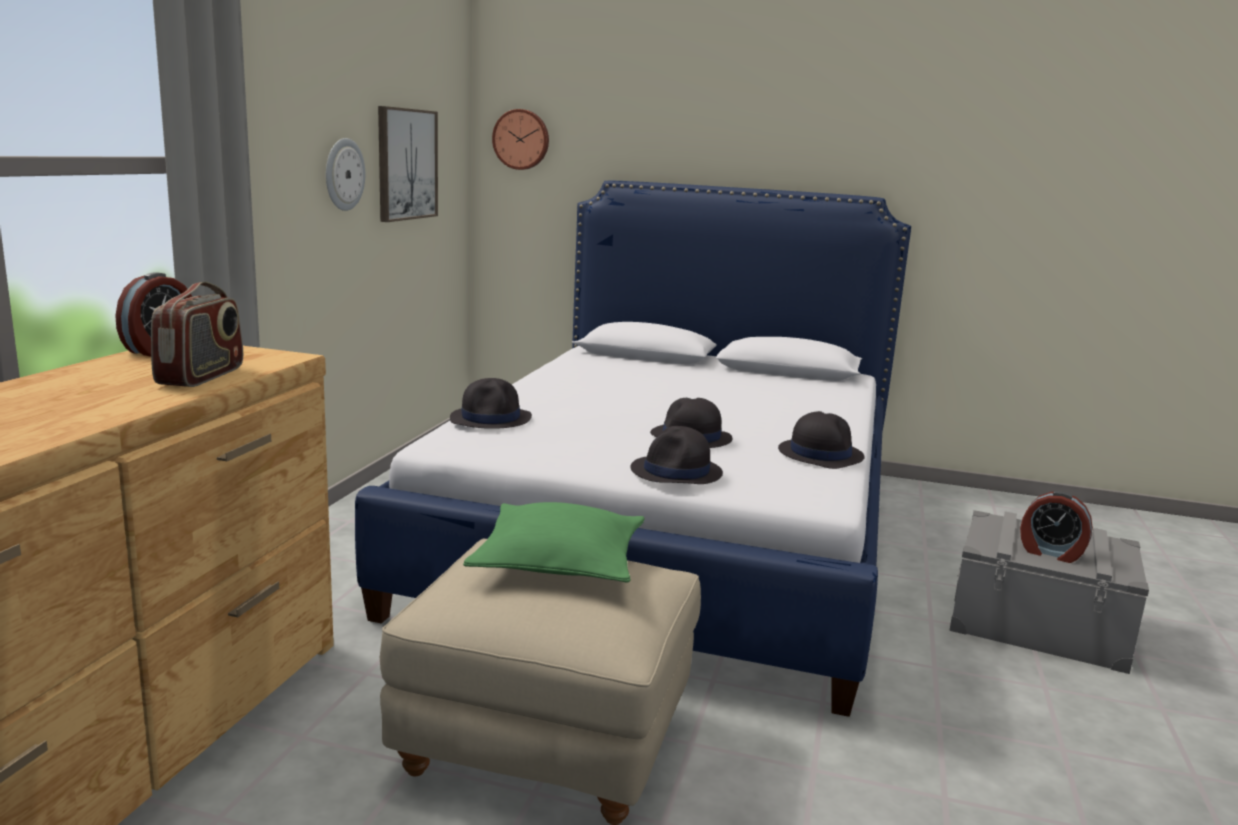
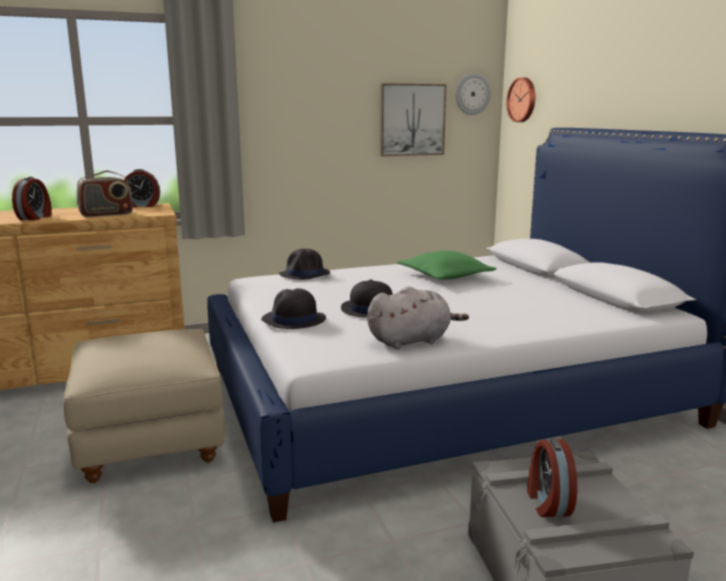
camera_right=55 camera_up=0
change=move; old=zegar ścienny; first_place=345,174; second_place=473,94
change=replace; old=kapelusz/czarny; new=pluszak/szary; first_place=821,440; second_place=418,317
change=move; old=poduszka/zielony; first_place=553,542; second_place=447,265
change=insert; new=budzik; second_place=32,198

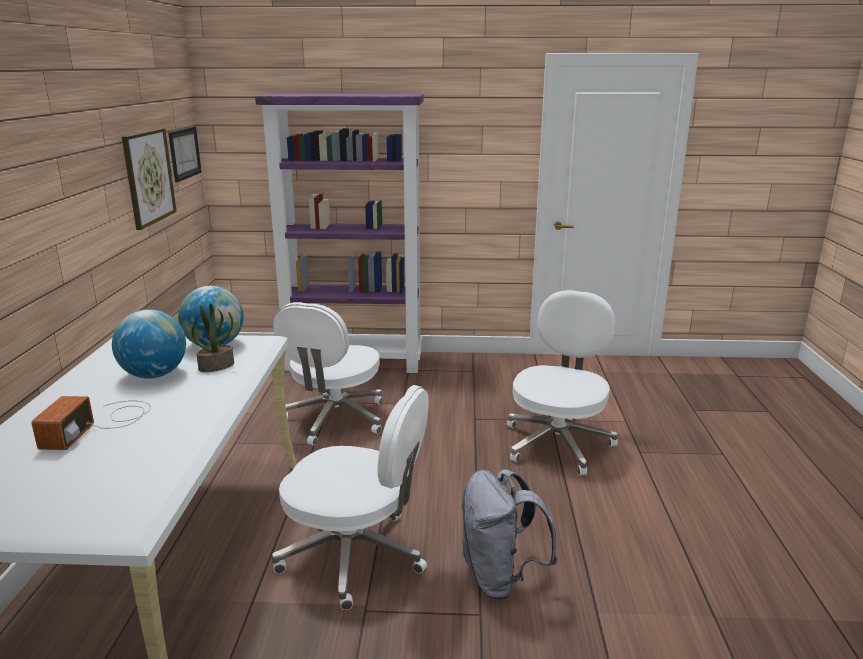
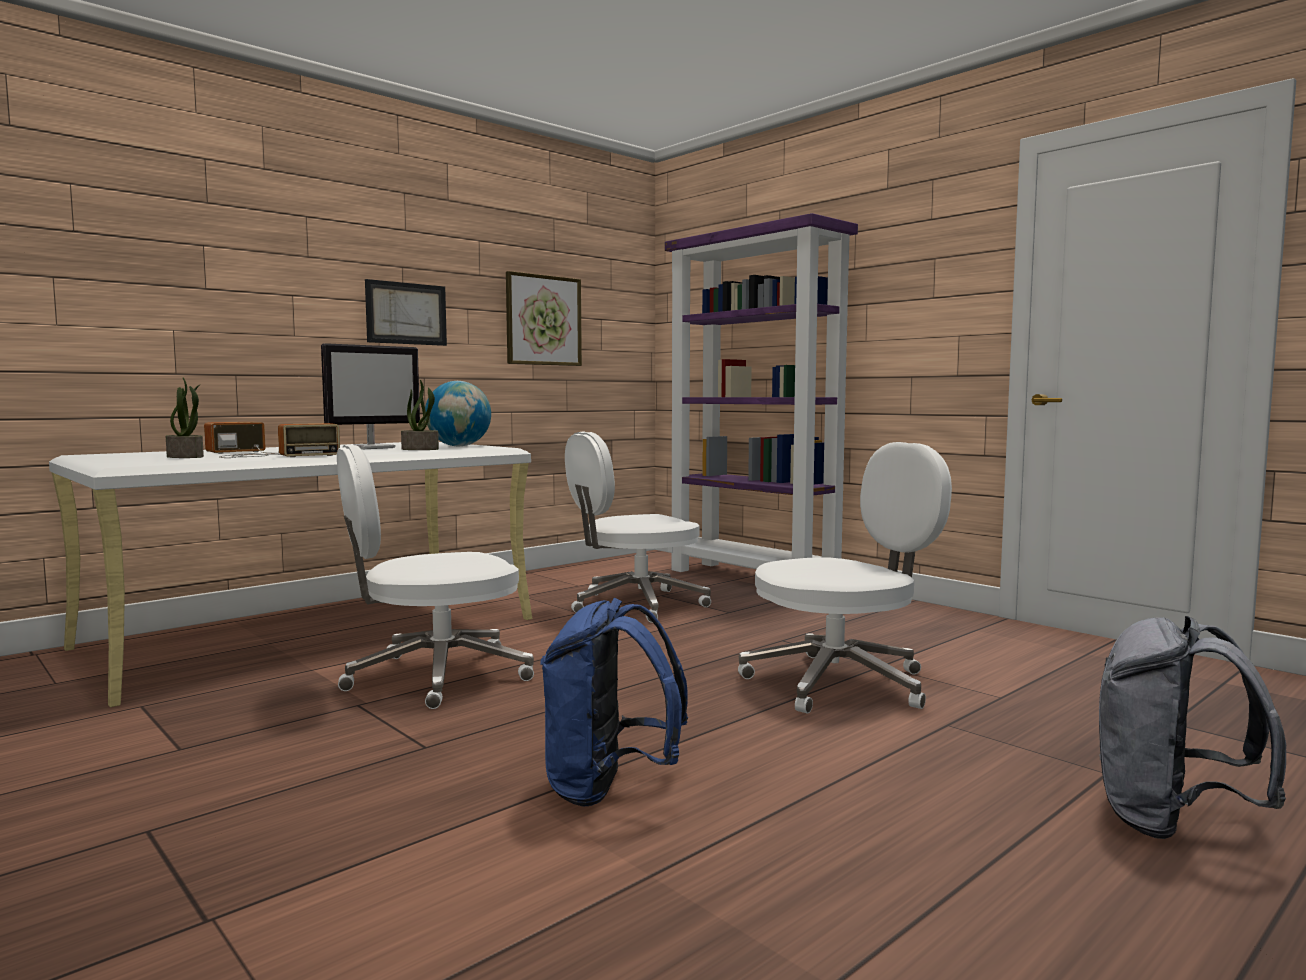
camera_right=45 camera_up=-15
change=move; old=obraz; first_place=185,155; second_place=406,312
change=replace; old=globus; new=monitor; first_place=149,344; second_place=370,396
change=rotate; old=krzesło biurowe/biały; first_place=350,497; second_place=435,576; degrees=90
change=move; old=plecak/szary; first_place=509,534; second_place=1192,727
change=insert; new=roślina doniczkowa; second_place=185,418
change=insert; new=radio; second_place=279,440
change=insert; new=plecak/niebieski; second_place=614,702

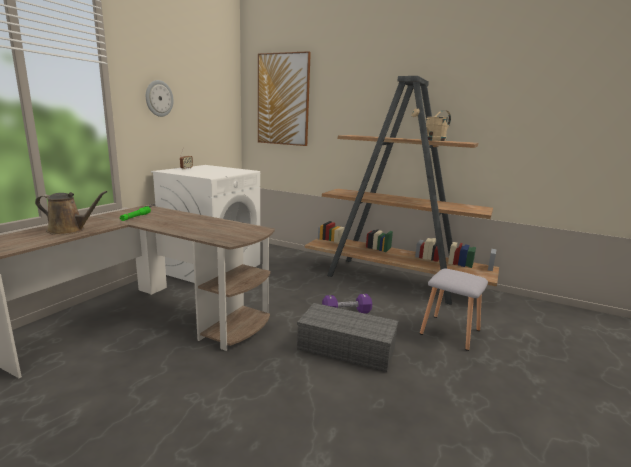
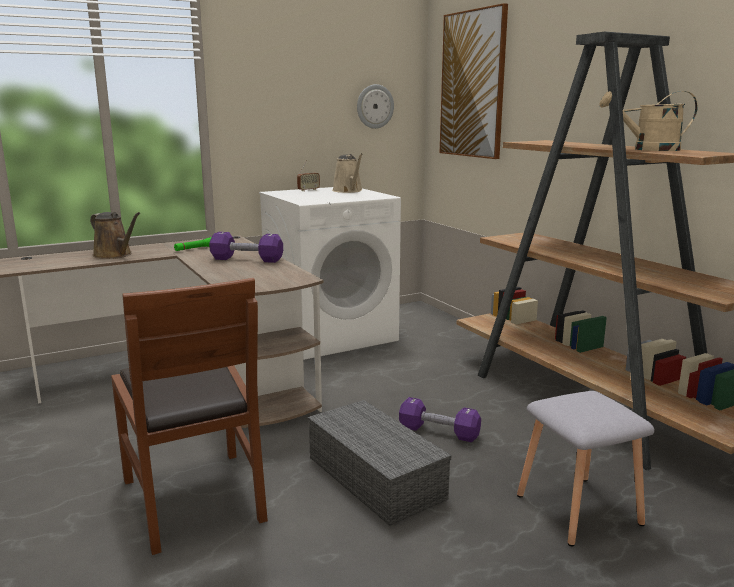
camera_right=35 camera_up=0
change=move; old=zegar ścienny; first_place=160,98; second_place=375,106
change=insert; new=konewka/beżowy; second_place=347,173
change=insert; new=hantel/fioletowy; second_place=246,247
change=insert; new=krzesło/brązowy; second_place=189,416

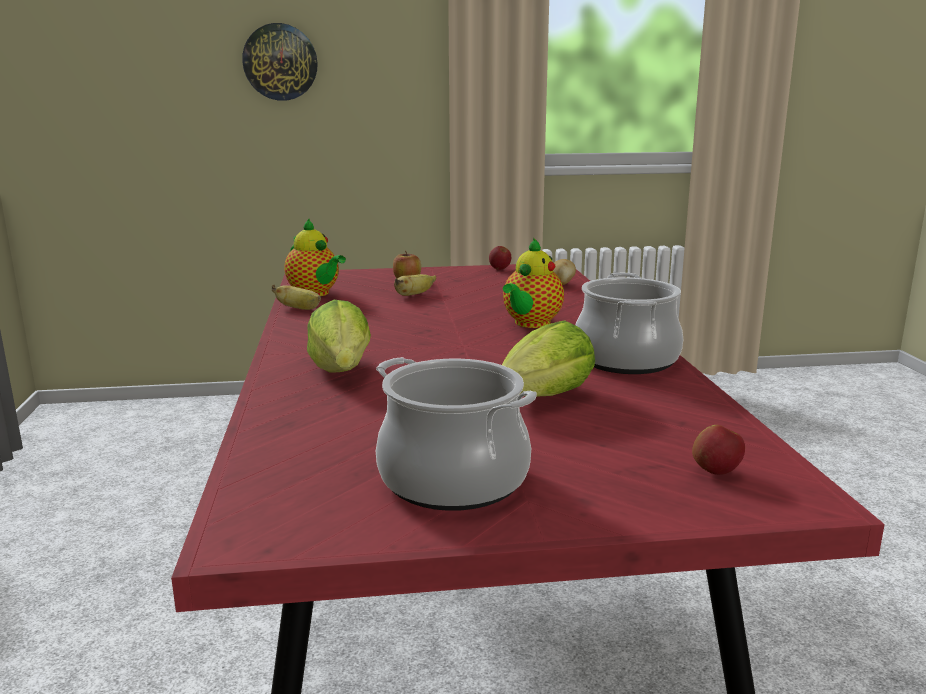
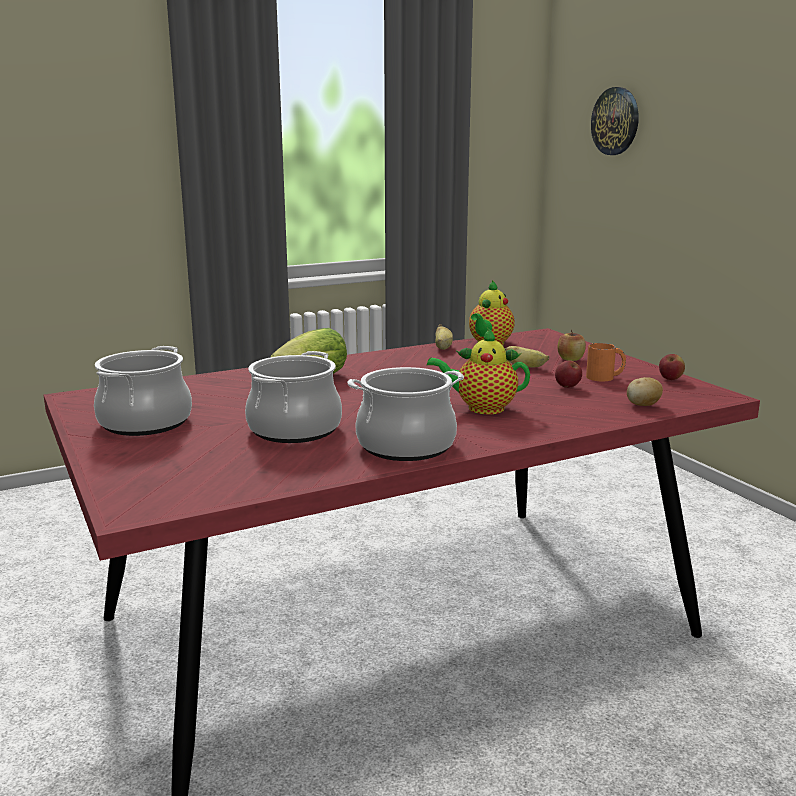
camera_right=70 camera_up=0
change=move; old=zegar ścienny; first_place=280,62; second_place=615,121
change=replace; old=sałata; new=garnek; first_place=548,358; second_place=293,397
change=move; old=jabłko; first_place=718,450; second_place=568,374
change=insert; new=kubek/pomarańczowy; second_place=606,362

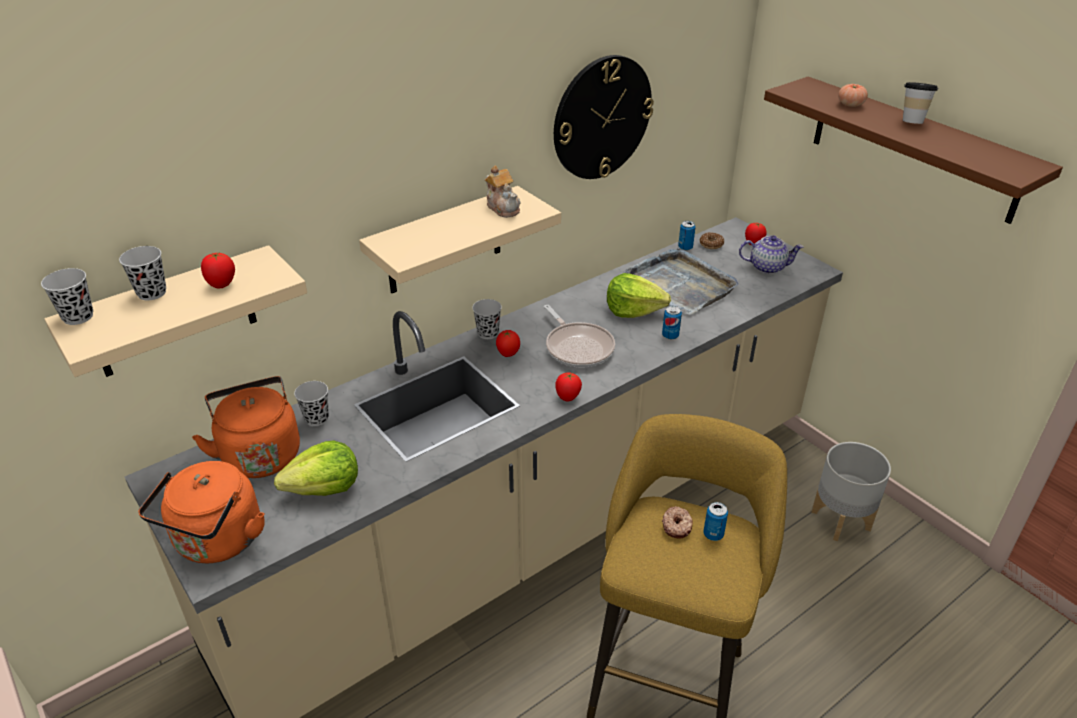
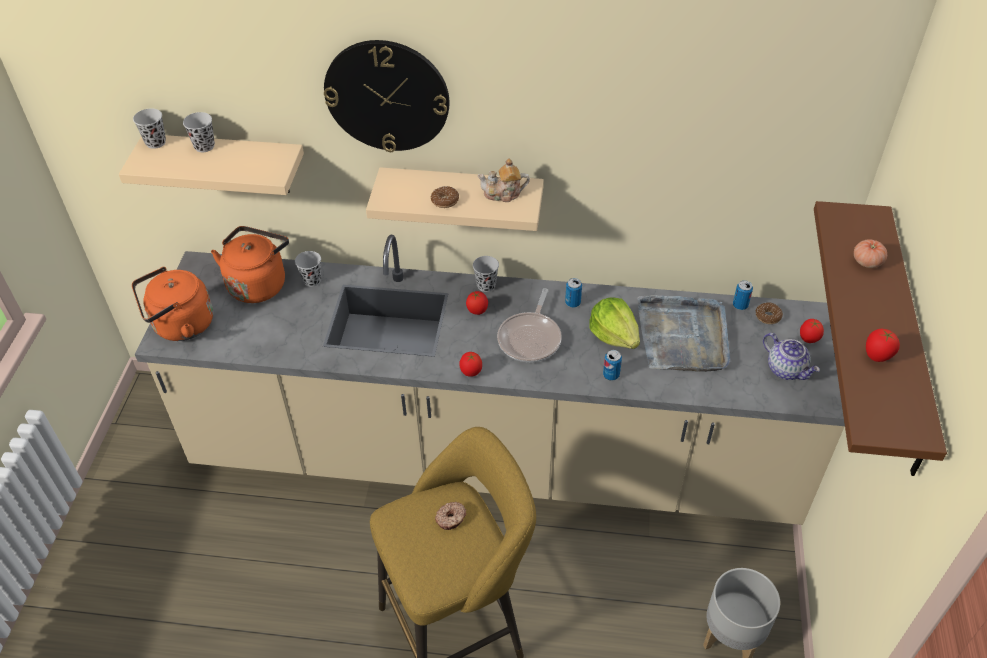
camera_right=45 camera_up=10
change=move; old=zegar ścienny; first_place=604,117; second_place=386,96
change=delete; old=filiżanka; first_place=920,103
change=rotate; old=imbryk; first_place=503,191; second_place=503,180; degrees=75
change=move; old=pomidor; first_place=218,270; second_place=883,345
change=delete; old=sałata; first_place=316,468
change=move; old=puszka; first_place=715,521; second_place=573,292
change=insert; new=donut; second_place=445,197

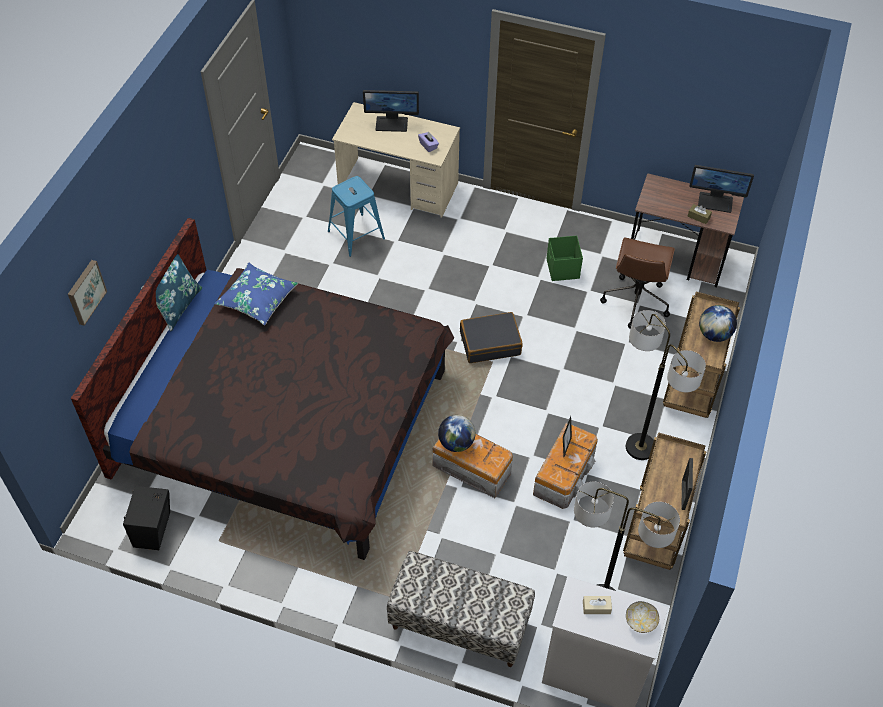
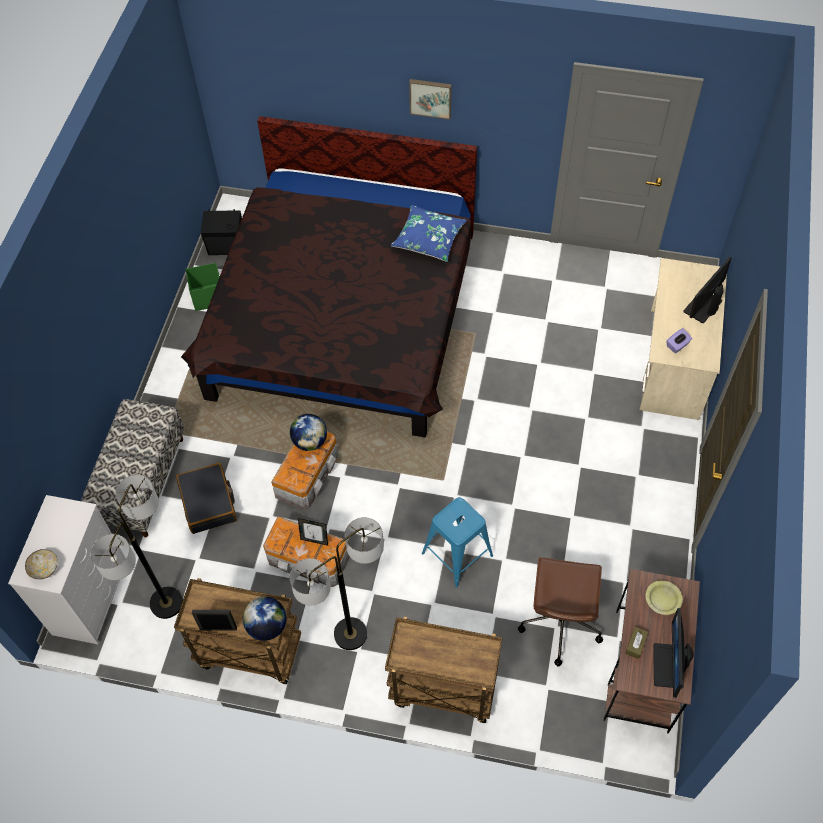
camera_right=85 camera_up=5
change=rotate; old=monitor; first_place=391,111; second_place=707,290; degrees=45
change=move; old=stołek/niebieski; first_place=356,216; second_place=457,542
change=move; old=pojemnik do przechowywania/zielony; first_place=564,258; second_place=202,287
change=rotate; old=krzesło biurowe/brązowy; first_place=637,283; second_place=560,611; degrees=-90
change=delete; old=poduszka/niebieski; first_place=171,293
change=move; old=obraz; first_place=87,293; second_place=430,99
change=move; old=globus; first_place=718,323; second_place=265,618
change=move; old=walizka/czarny; first_place=491,337; second_place=206,498
change=delete; old=pudełko chusteczek/beżowy; first_place=597,605
change=insert; new=miska/żółty; second_place=664,597

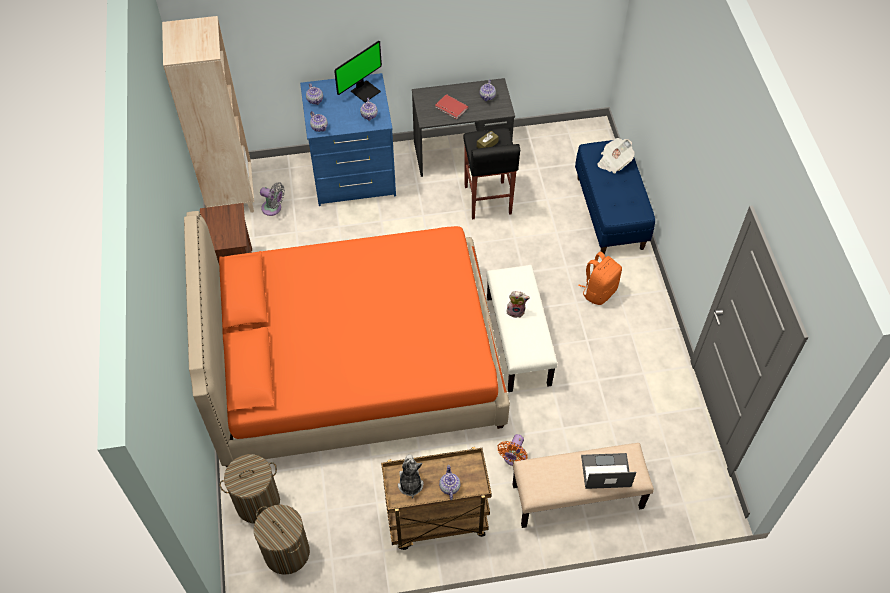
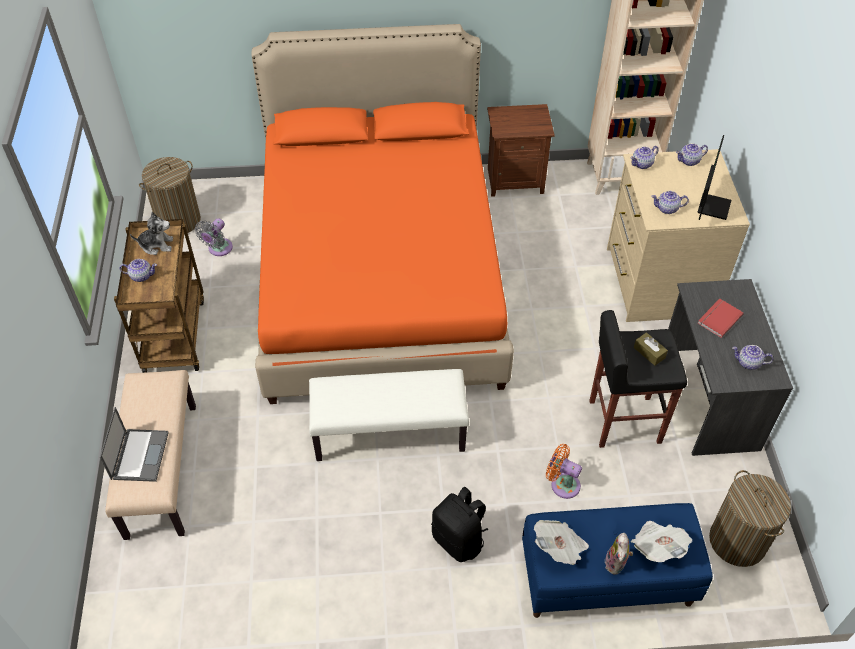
camera_right=95 camera_up=-5
change=rotate; old=monitor; first_place=358,71; second_place=714,177; degrees=-120
change=recolor; old=komoda/niebieski; new=komoda/beżowy; first_place=348,139; second_place=678,235
change=move; old=wentylator/szary; first_place=272,199; second_place=214,237
change=recolor; old=plecak/pomarańczowy; new=plecak/czarny; first_place=600,278; second_place=459,524
change=move; old=pluszak; first_place=518,304; second_place=619,554
change=move; old=wentylator/pomarańczowy; first_place=512,450; second_place=564,471
change=move; old=kosz na pranie; first_place=250,488; second_place=750,518
change=insert; new=gazeta; second_place=561,542

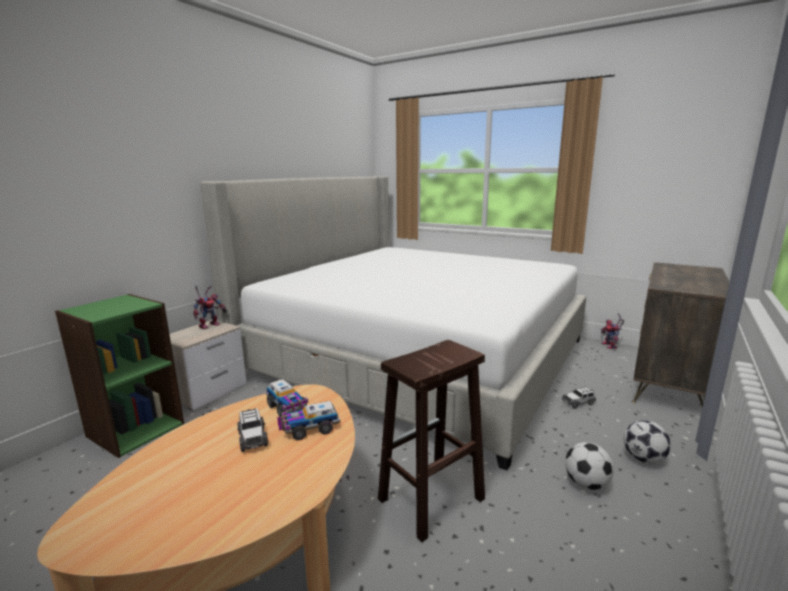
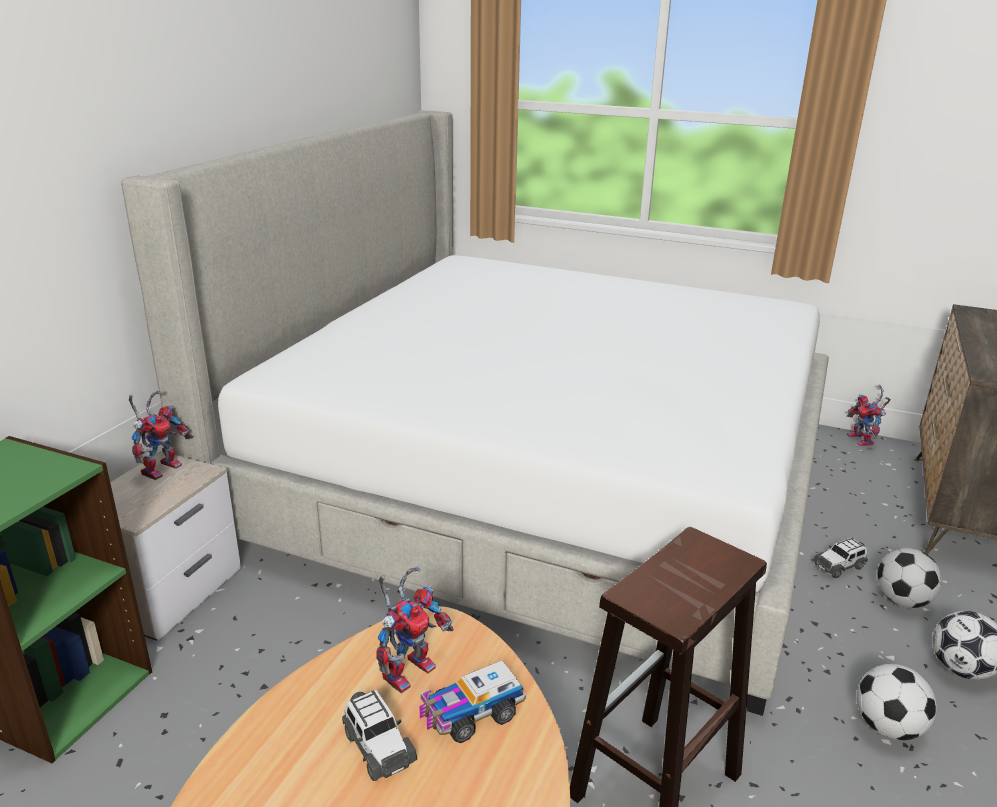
camera_right=-10 camera_up=10
change=replace; old=ciężarówka zabawkowa; new=robot zabawkowy; first_place=287,398; second_place=415,630
change=insert; new=piłka futbolowa; second_place=909,578

